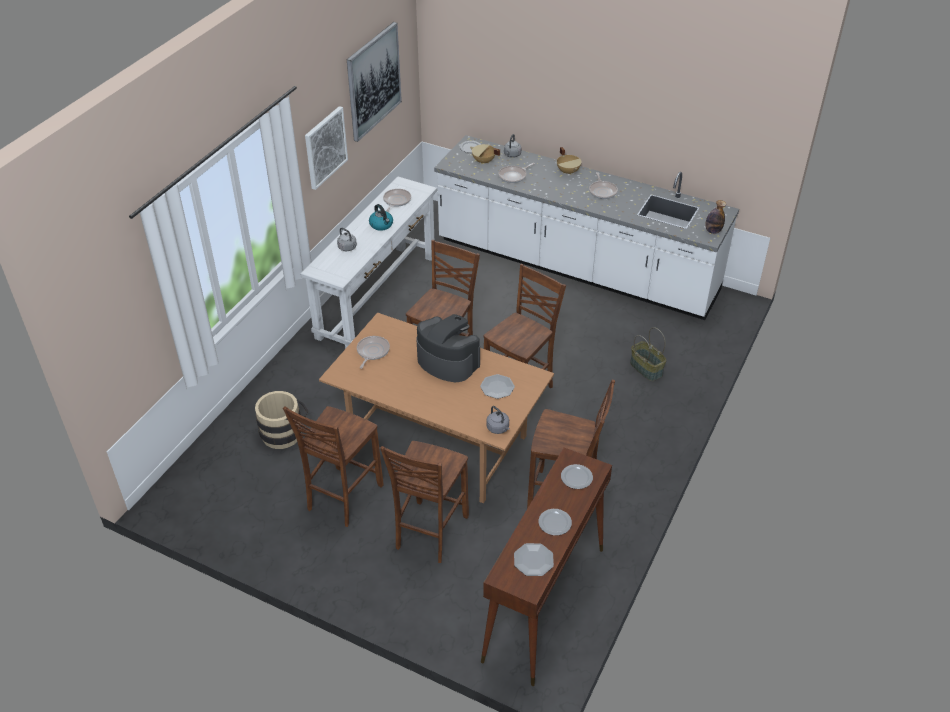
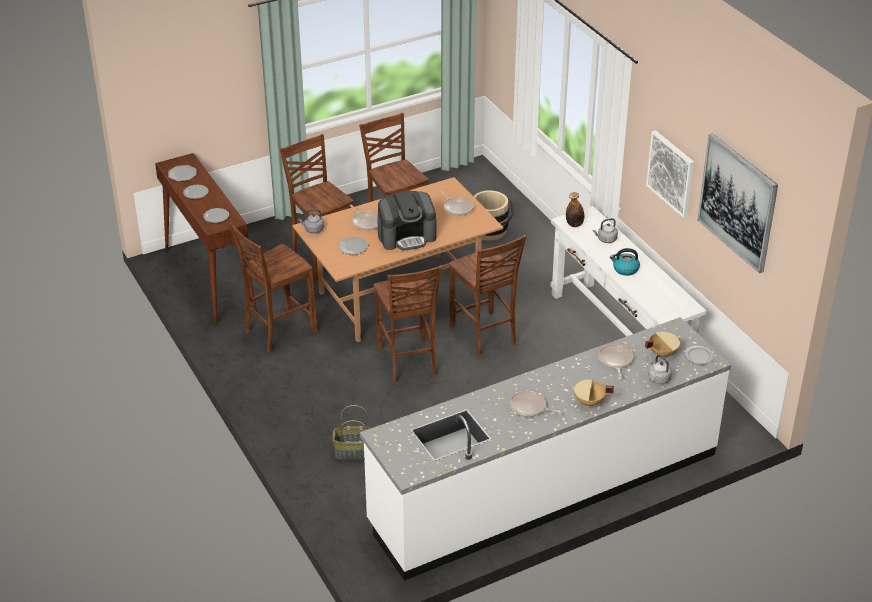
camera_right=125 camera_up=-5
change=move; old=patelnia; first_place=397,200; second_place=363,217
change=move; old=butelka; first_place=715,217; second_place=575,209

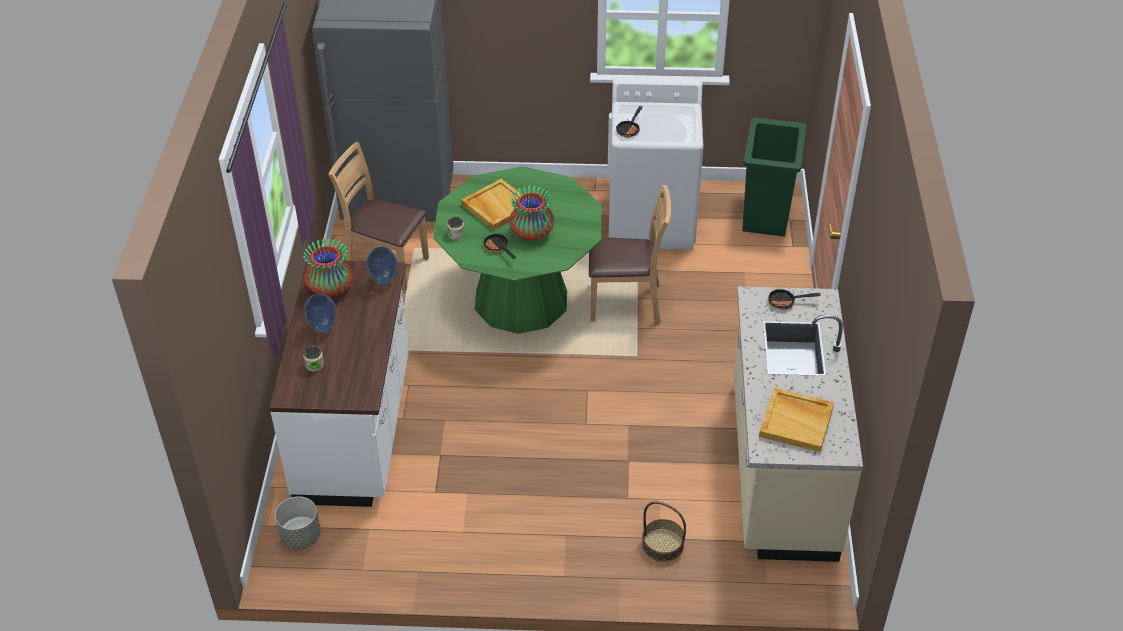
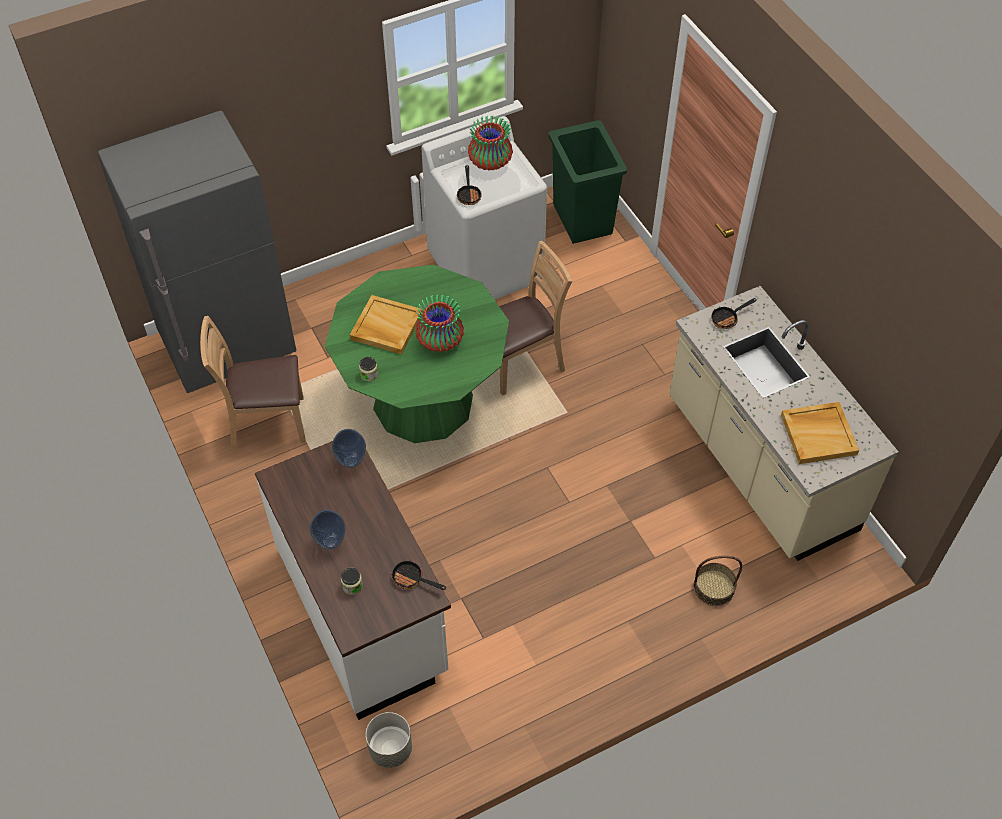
camera_right=-30 camera_up=10
change=move; old=patelnia; first_place=500,246; second_place=418,575
change=move; old=wazon; first_place=328,267; second_place=490,143

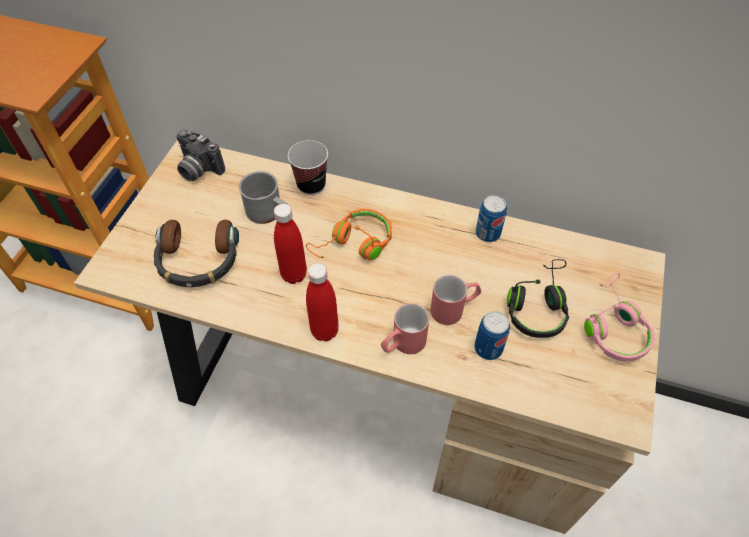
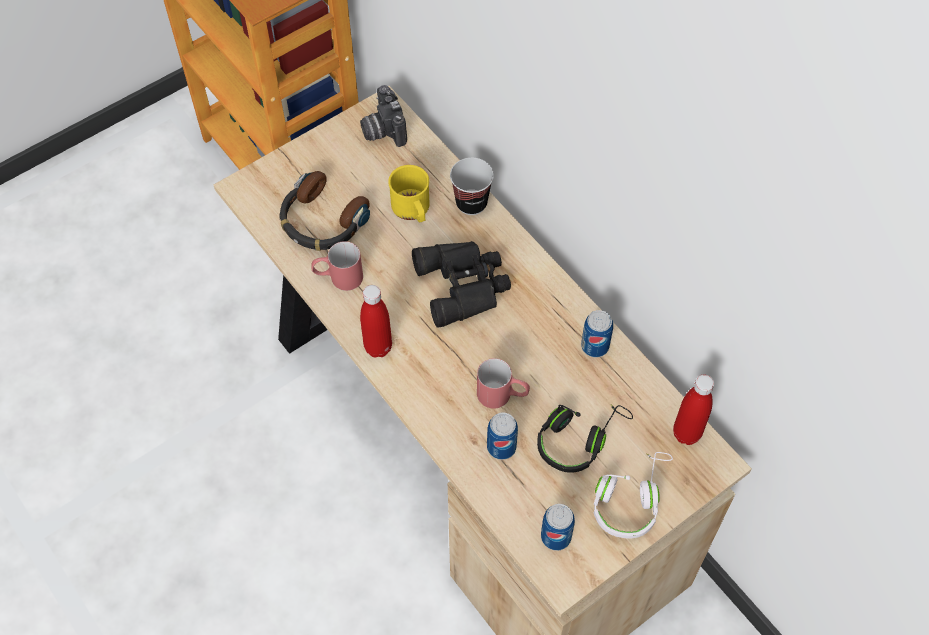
camera_right=35 camera_up=5
change=recolor; old=kubek/szary; new=kubek/żółty; first_place=263,197; second_place=408,194
change=move; old=butelka/czerwony; first_place=290,244; second_place=693,410
change=replace; old=słuchawki/pomarańczowy; new=lornetka/czarny; first_place=349,235; second_place=461,284
change=recolor; old=słuchawki/różowy; new=słuchawki/biały; first_place=619,317; second_place=633,495
change=move; old=kubek/czerwony; first_place=405,328; second_place=337,266
change=insert; new=puszka; second_place=558,527

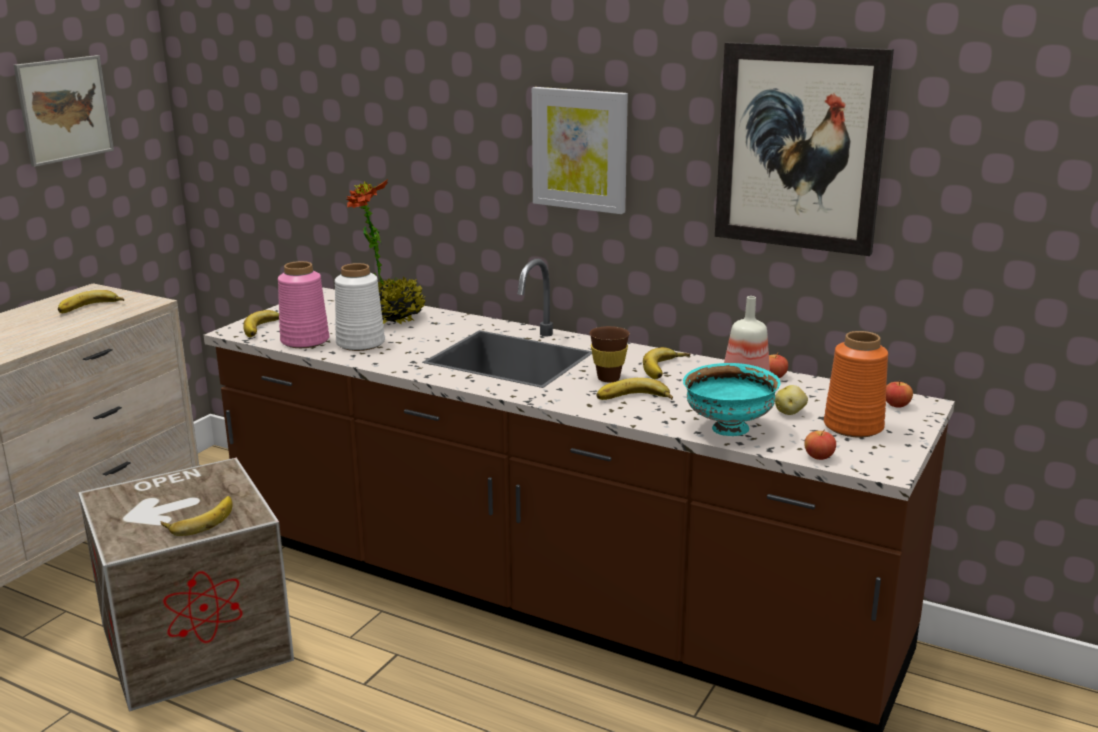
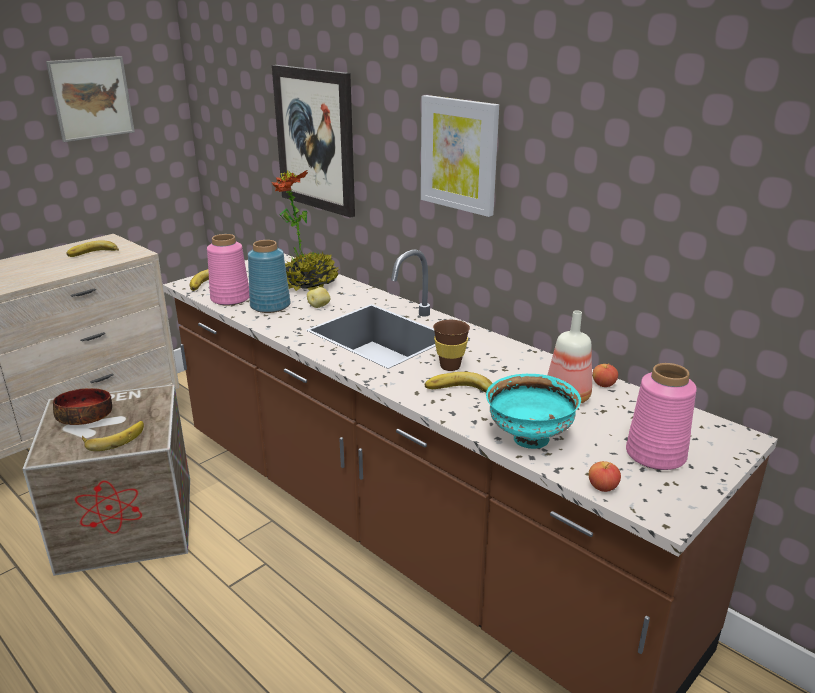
camera_right=15 camera_up=5
change=move; old=obraz; first_place=804,149; second_place=313,141
change=recolor; old=wazon/biały; new=wazon/niebieski; first_place=360,307; second_place=269,276
change=recolor; old=wazon/pomarańczowy; new=wazon/różowy; first_place=856,384; second_place=661,416
change=delete; old=banan; first_place=666,363
change=delete; old=jabłko; first_place=899,394
change=move; old=ziemniak; first_place=791,400; second_place=319,297
change=insert; new=miska; second_place=82,406

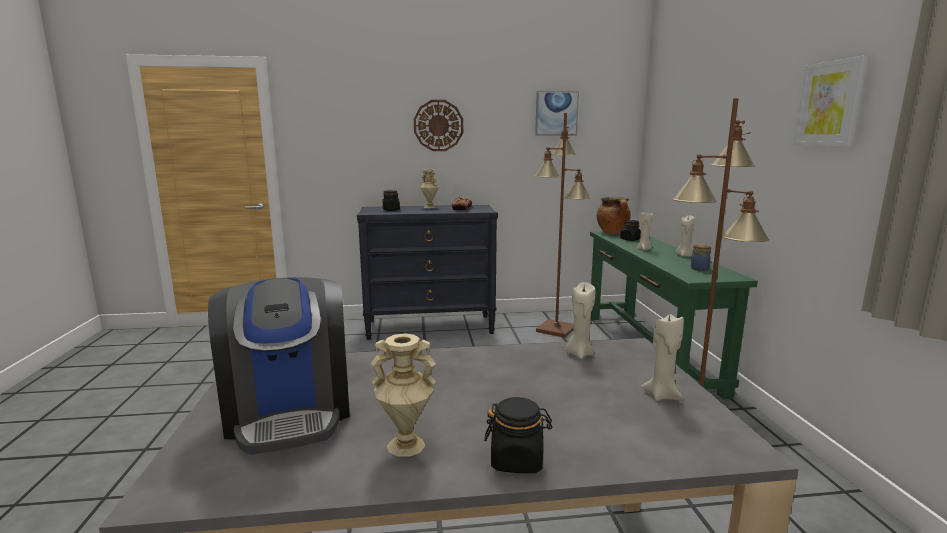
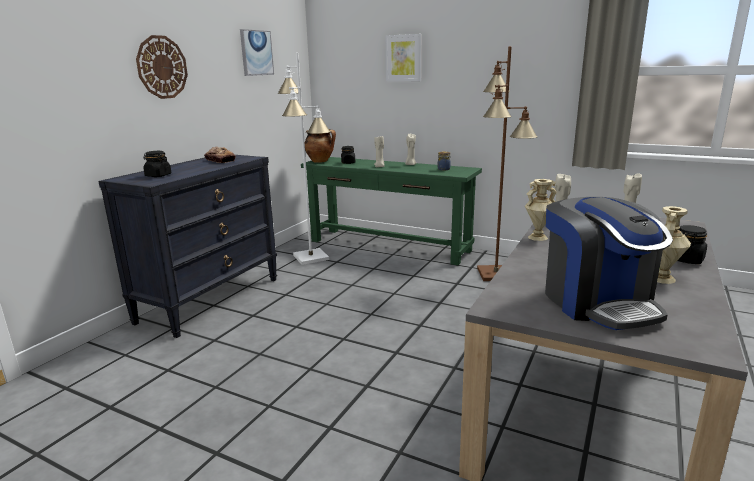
camera_right=-55 camera_up=5
change=move; old=obraz; first_place=831,101; second_place=403,58
change=recolor; old=lampa stojąca/brązowy; new=lampa stojąca/biały; first_place=563,225; second_place=304,159
change=move; old=wazon/beżowy; first_place=429,188; second_place=541,210
change=rotate; old=ekspres do kawy; first_place=279,366; second_place=609,263; degrees=60

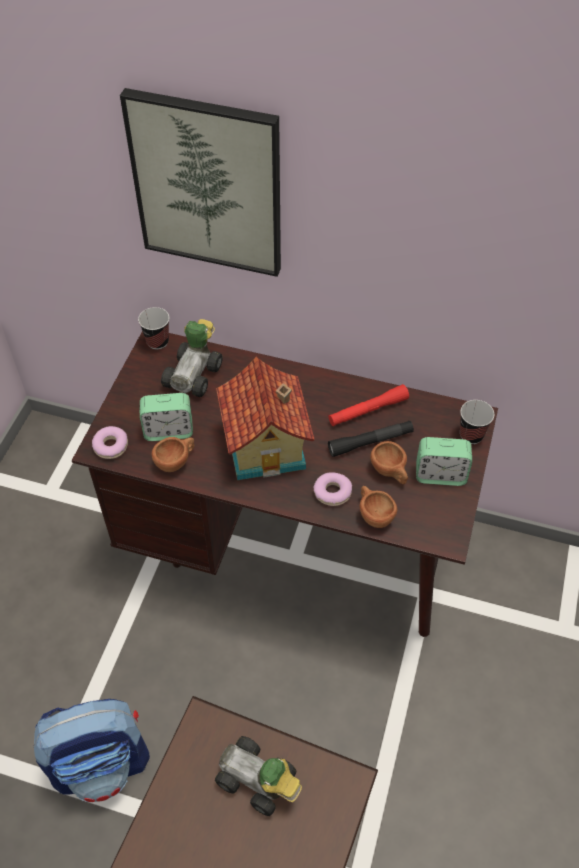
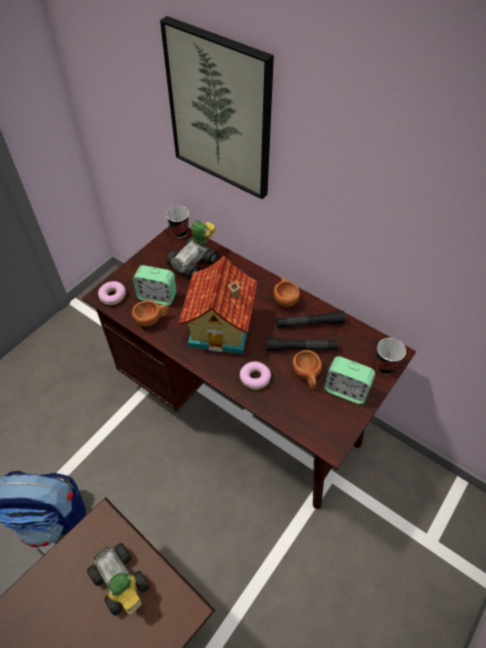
camera_right=20 camera_up=0
change=recolor; old=latarka/czerwony; new=latarka/czarny; first_place=368,405; second_place=311,319
change=move; old=filiżanka/brązowy; first_place=378,507; second_place=287,292

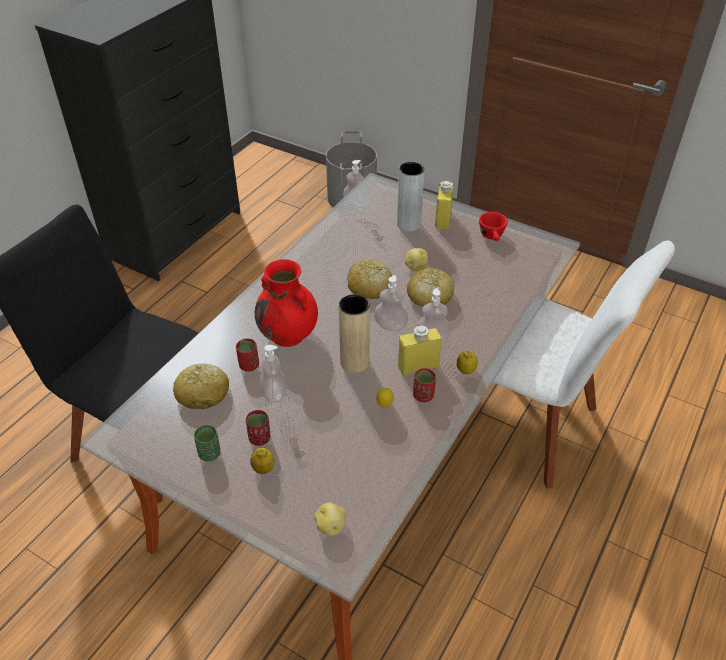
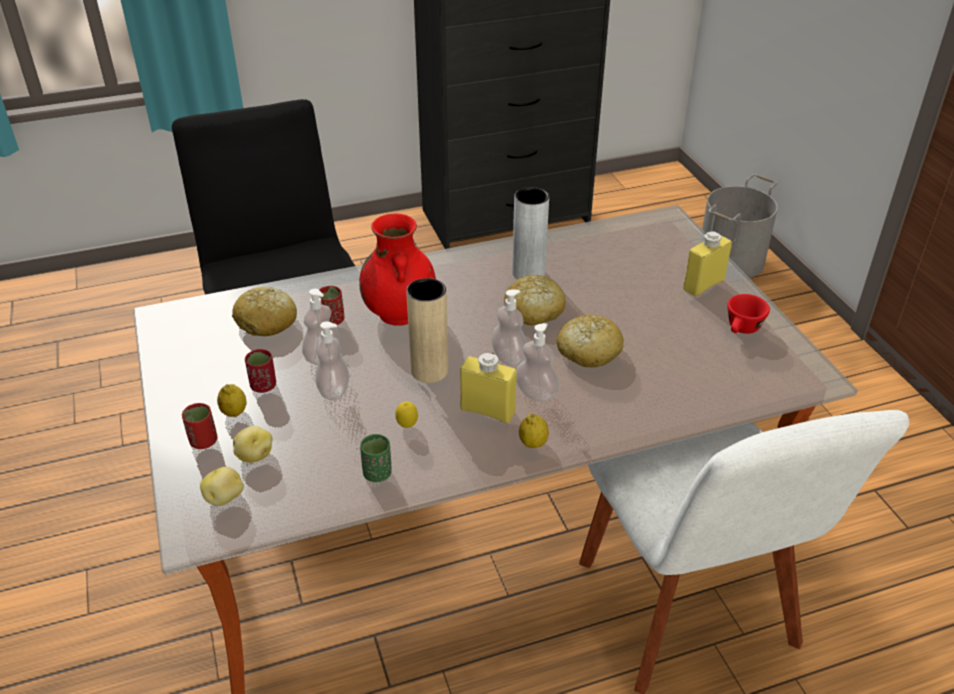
camera_right=40 camera_up=-5
change=move; old=dozownik mydła; first_place=355,185; second_place=332,360
change=move; old=wazon/szary; first_place=411,197; second_place=530,233
change=move; old=ziemniak; first_place=416,259; second_place=252,444
change=move; old=filiżanka/czerwony; first_place=424,385; second_place=199,426
change=move; old=filiżanka/zielony; first_place=207,443; second_place=376,458

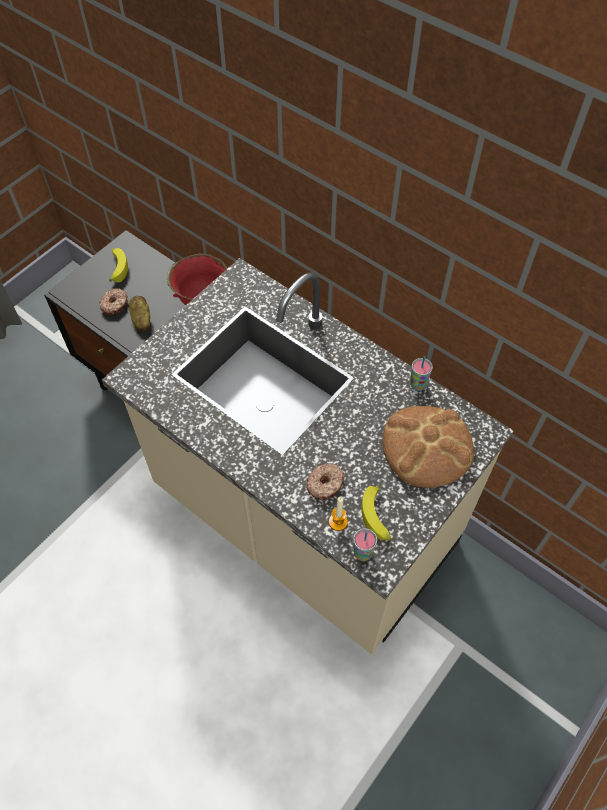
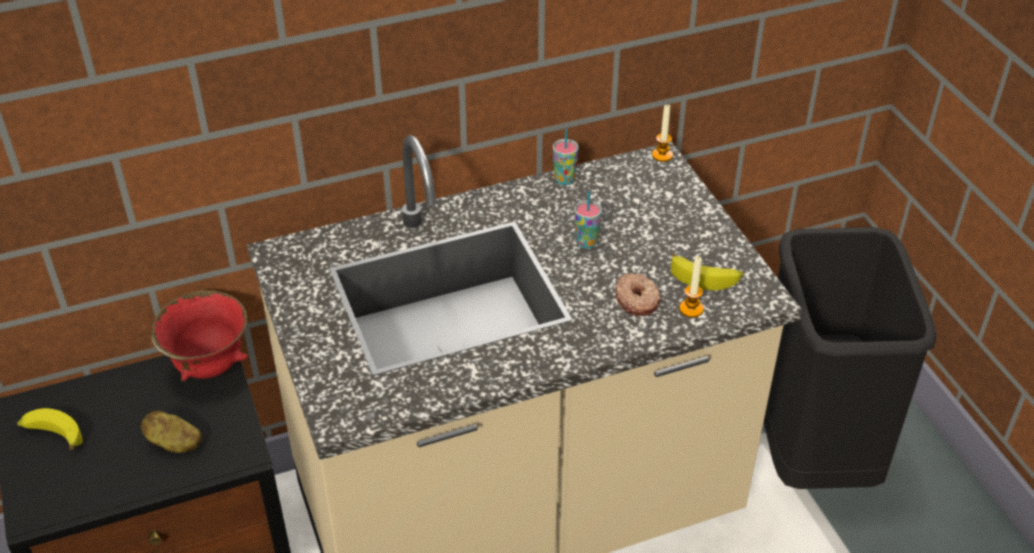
camera_right=-60 camera_up=-15
change=delete; old=donut; first_place=113,301
change=delete; old=chleb; first_place=428,447
change=move; old=filiżanka; first_place=365,544; second_place=588,219
change=insert; new=świeca; second_place=662,133
change=insert; new=kosz na śmieci/czarny; second_place=850,358

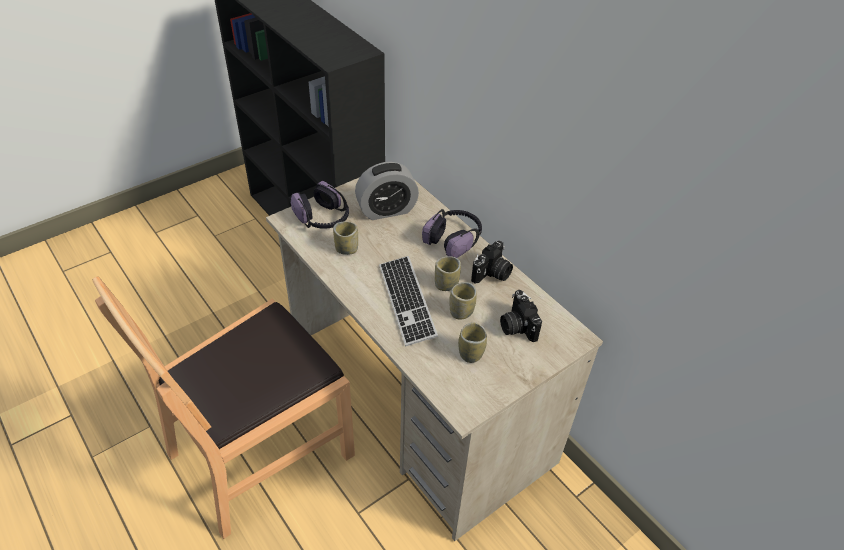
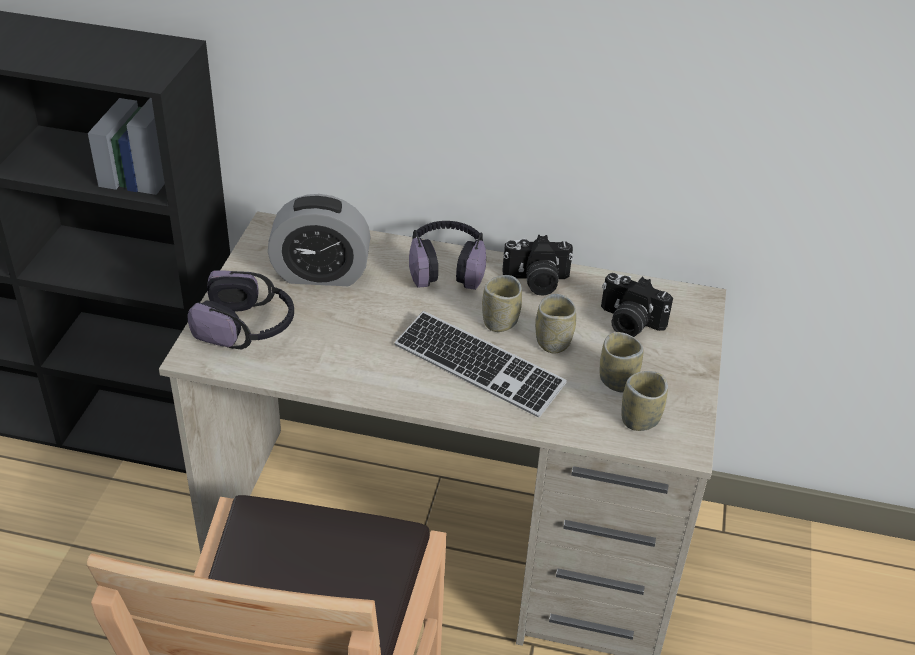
camera_right=-40 camera_up=-5
change=rotate; old=budzik; first_place=387,191; second_place=319,240; degrees=60
change=move; old=filiżanka; first_place=345,238; second_place=644,401
change=rotate; old=aparat fotograficzny; first_place=492,262; second_place=537,265; degrees=90

